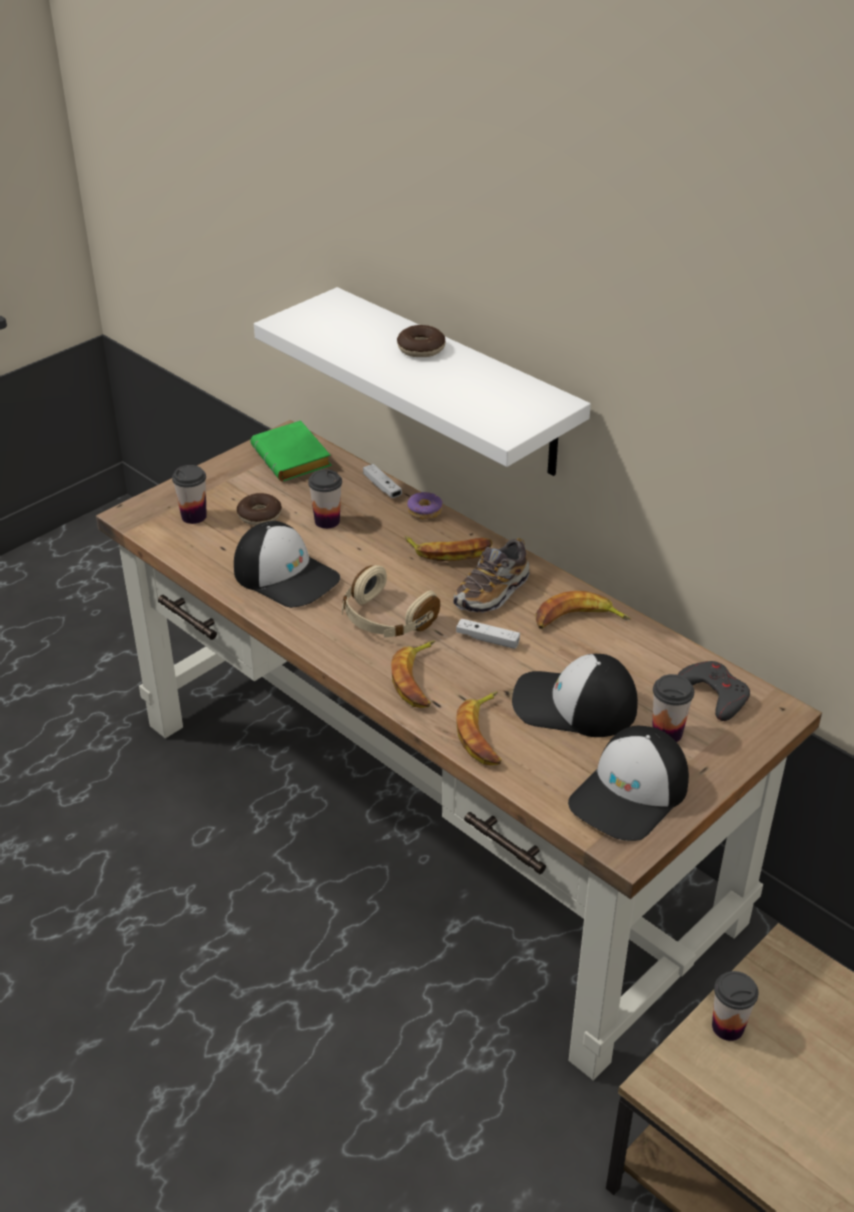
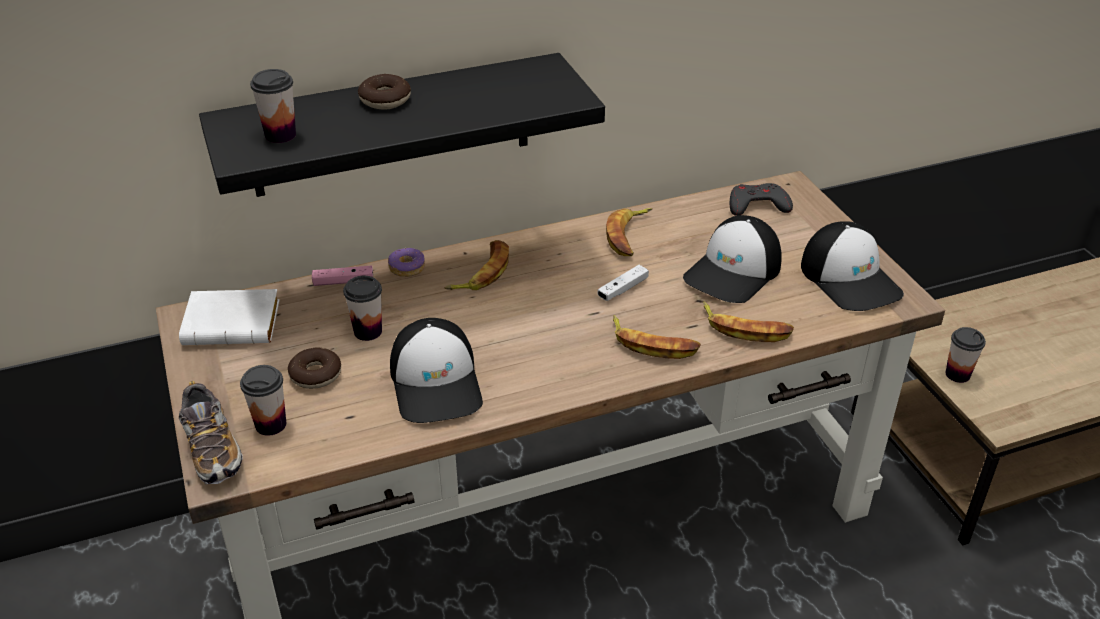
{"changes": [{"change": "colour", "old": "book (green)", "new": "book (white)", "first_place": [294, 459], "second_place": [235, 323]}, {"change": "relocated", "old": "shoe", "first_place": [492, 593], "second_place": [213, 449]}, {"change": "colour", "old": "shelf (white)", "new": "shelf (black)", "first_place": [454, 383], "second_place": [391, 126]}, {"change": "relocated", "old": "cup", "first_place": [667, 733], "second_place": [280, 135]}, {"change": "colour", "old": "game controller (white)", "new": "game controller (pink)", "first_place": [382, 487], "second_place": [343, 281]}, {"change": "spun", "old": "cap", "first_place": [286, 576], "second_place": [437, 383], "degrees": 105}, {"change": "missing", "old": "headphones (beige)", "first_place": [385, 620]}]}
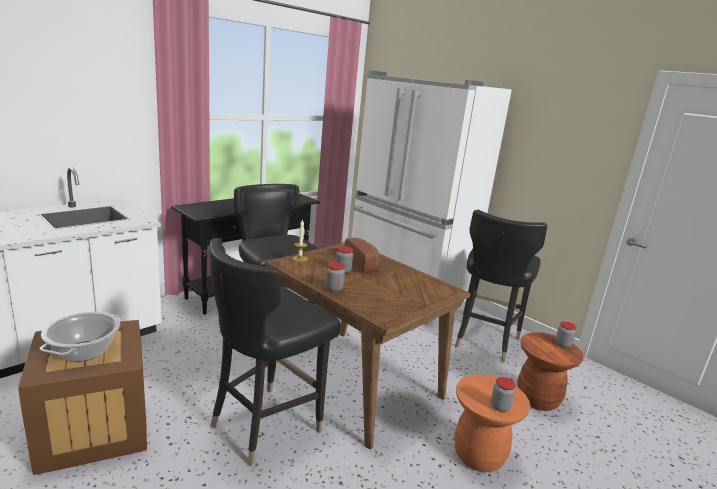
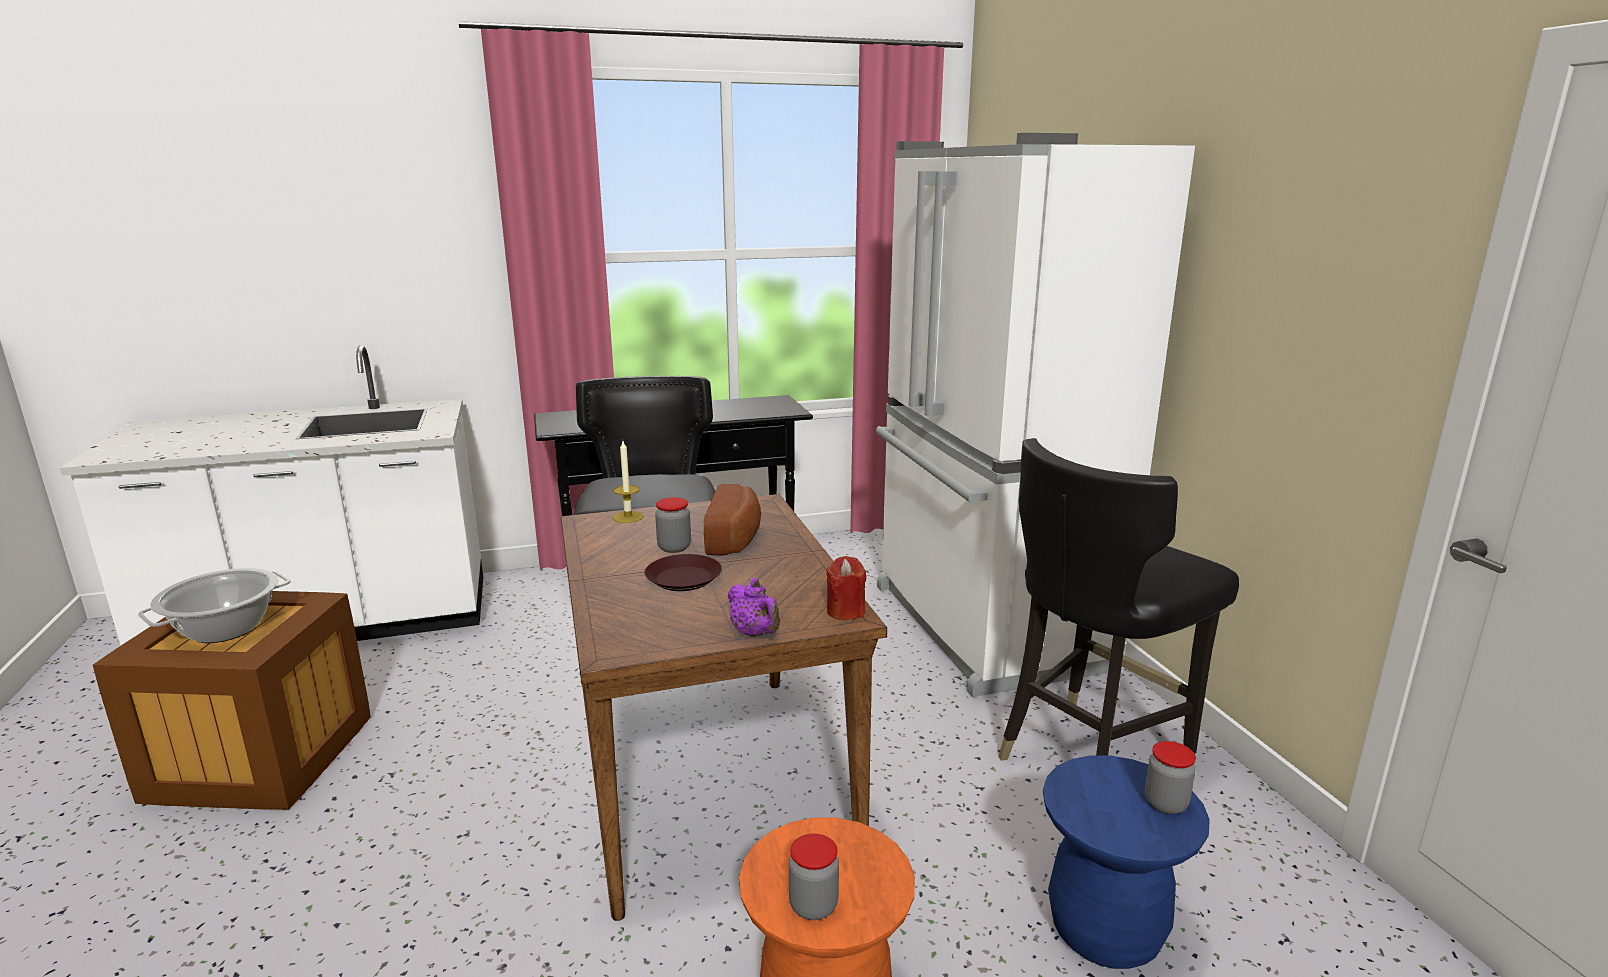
{"changes": [{"change": "appeared", "new": "plate (brown)", "second_place": [683, 579]}, {"change": "appeared", "new": "teapot (purple)", "second_place": [755, 633]}, {"change": "appeared", "new": "candle (red)", "second_place": [845, 611]}, {"change": "colour", "old": "stool (brown)", "new": "stool (blue)", "first_place": [537, 399], "second_place": [1105, 930]}, {"change": "missing", "old": "chair (black)", "first_place": [266, 424]}, {"change": "missing", "old": "jar", "first_place": [334, 289]}]}
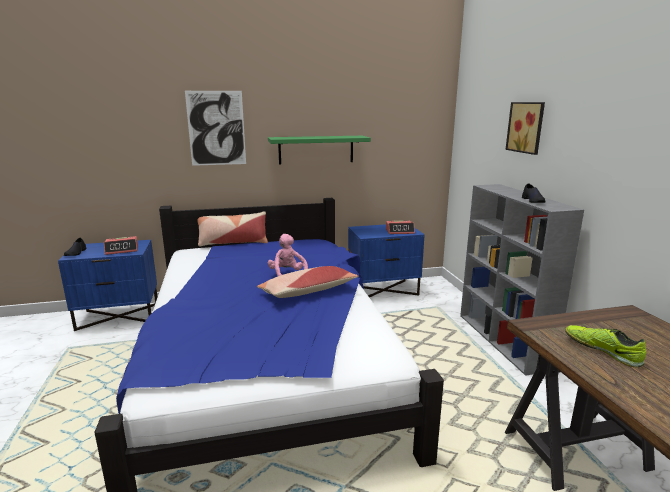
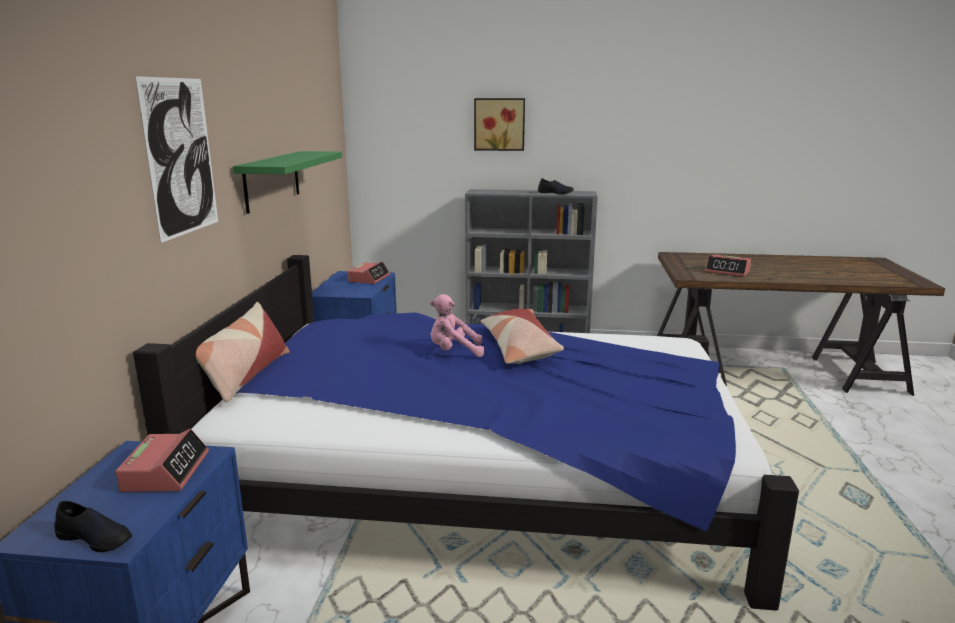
{"changes": [{"change": "exchanged", "old": "shoe", "new": "alarm clock", "first_place": [602, 350], "second_place": [727, 271]}]}
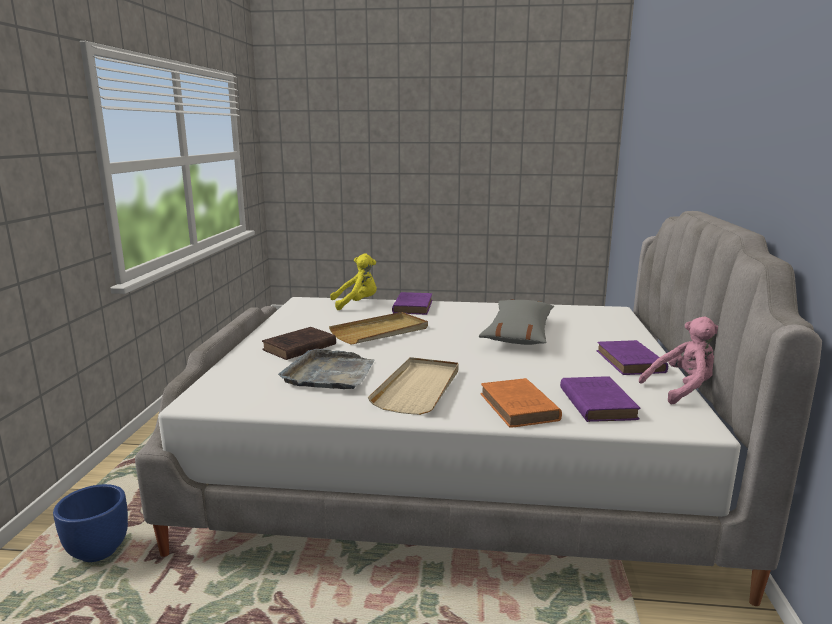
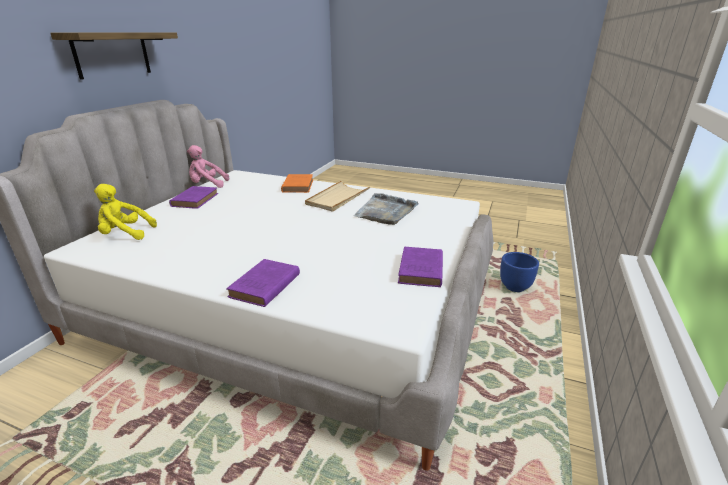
{"changes": [{"change": "appeared", "new": "shelf", "second_place": [112, 54]}, {"change": "relocated", "old": "plush toy (yellow)", "first_place": [357, 304], "second_place": [125, 234]}, {"change": "relocated", "old": "book (purple)", "first_place": [596, 402], "second_place": [421, 271]}, {"change": "missing", "old": "book (brown)", "first_place": [298, 348]}, {"change": "missing", "old": "tray (beige)", "first_place": [380, 331]}, {"change": "missing", "old": "pillow (grey)", "first_place": [519, 333]}]}
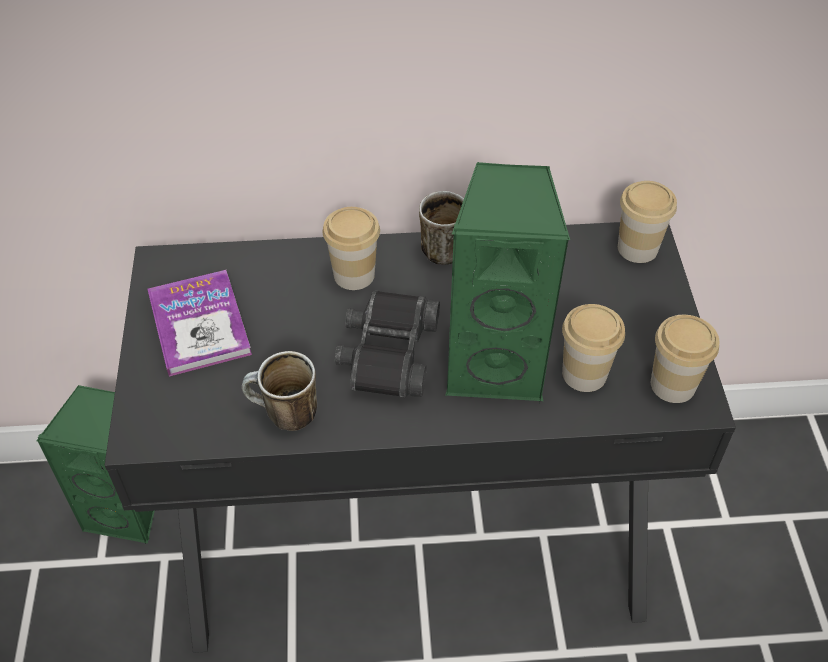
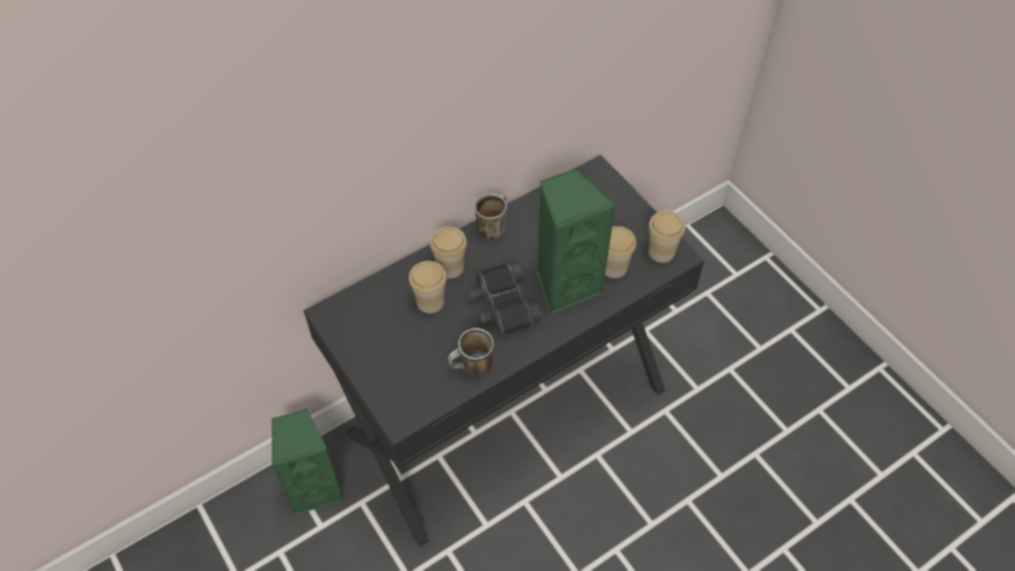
{"changes": [{"change": "relocated", "old": "cup", "first_place": [637, 248], "second_place": [430, 302]}, {"change": "missing", "old": "book", "first_place": [199, 324]}]}
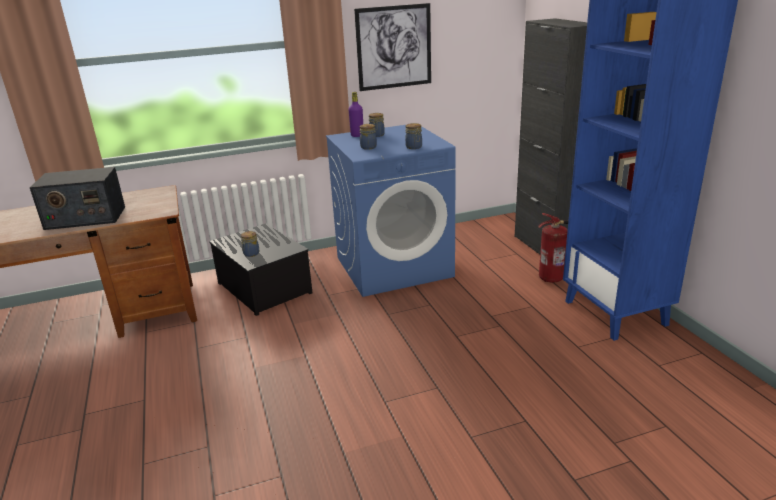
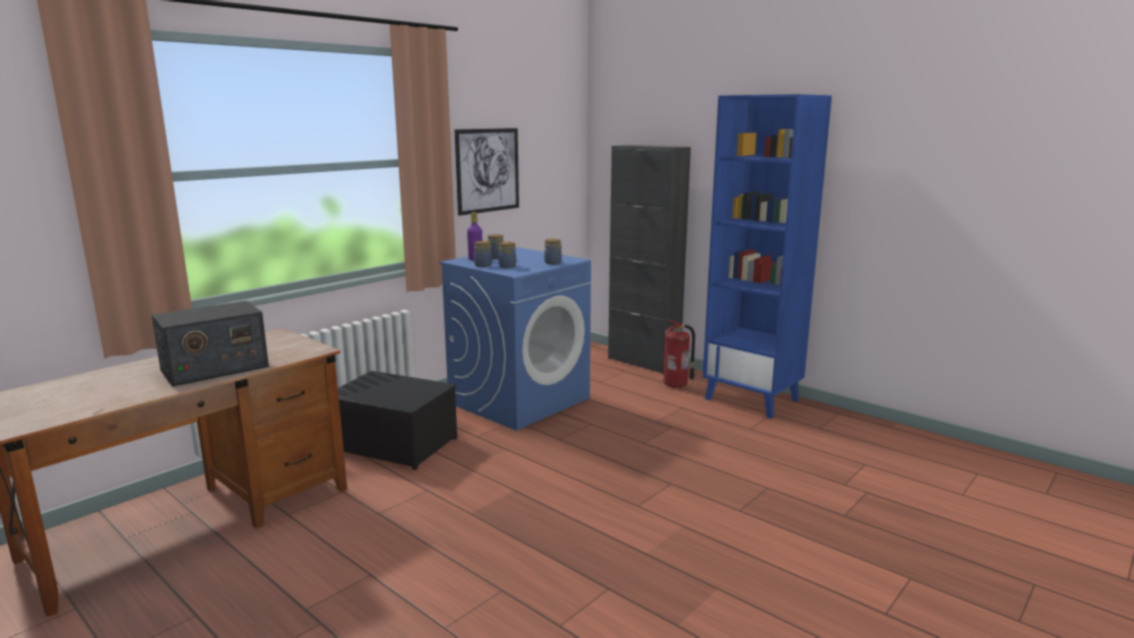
{"changes": [{"change": "relocated", "old": "jar", "first_place": [251, 254], "second_place": [483, 265]}]}
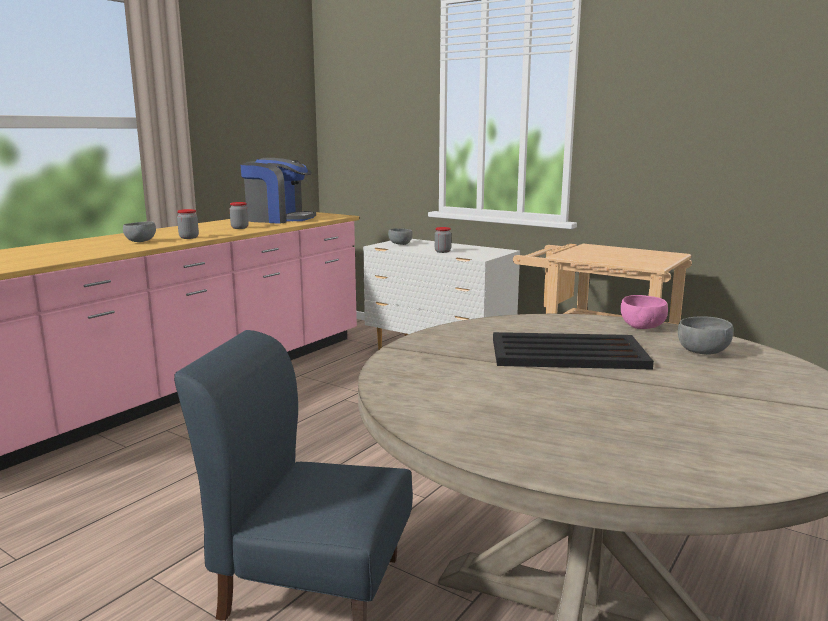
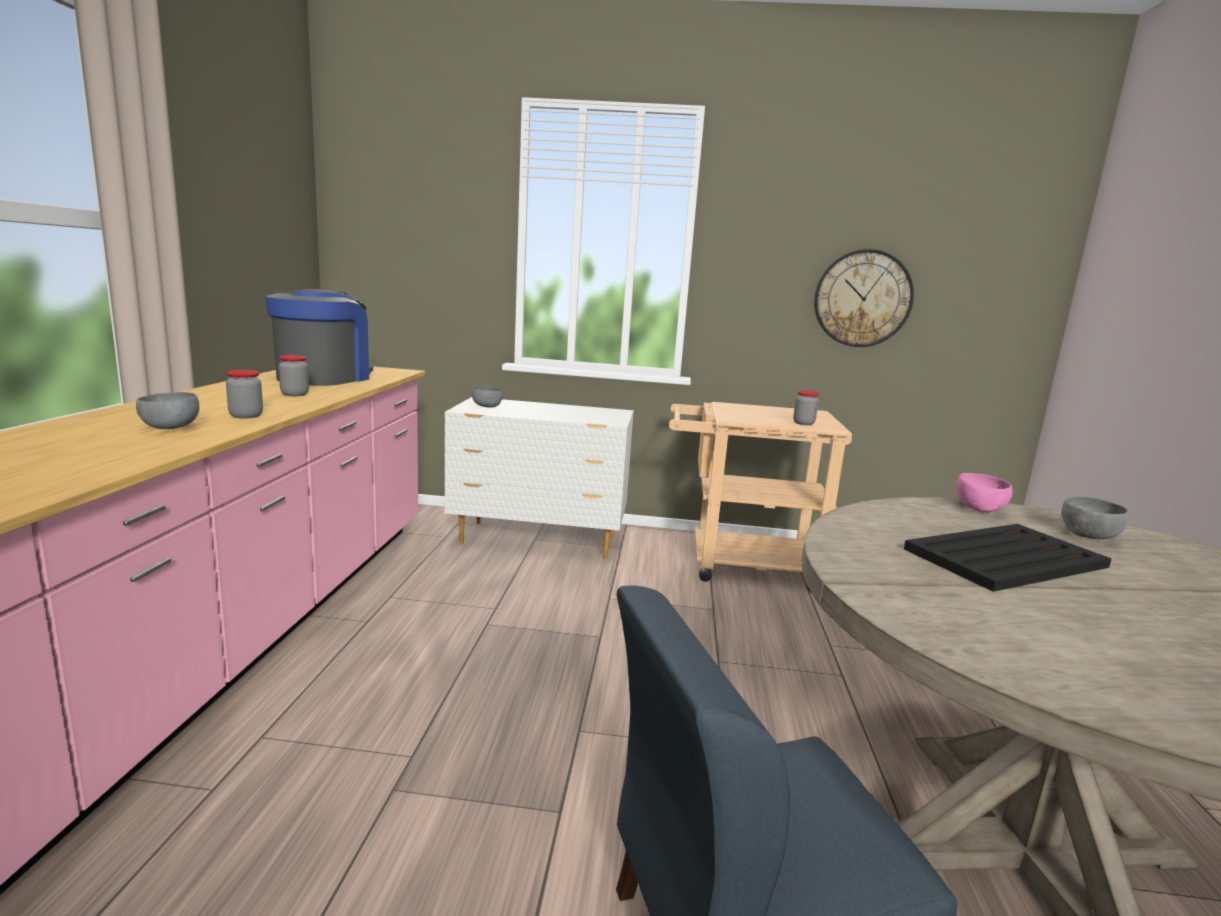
{"changes": [{"change": "spun", "old": "coffee machine", "first_place": [278, 219], "second_place": [324, 378], "degrees": -60}, {"change": "relocated", "old": "jar", "first_place": [442, 251], "second_place": [803, 423]}, {"change": "appeared", "new": "wall clock", "second_place": [862, 298]}]}
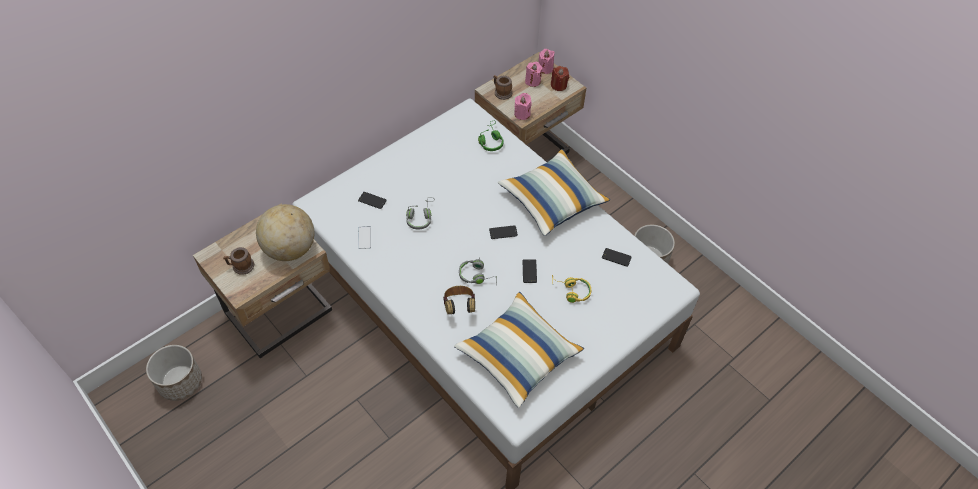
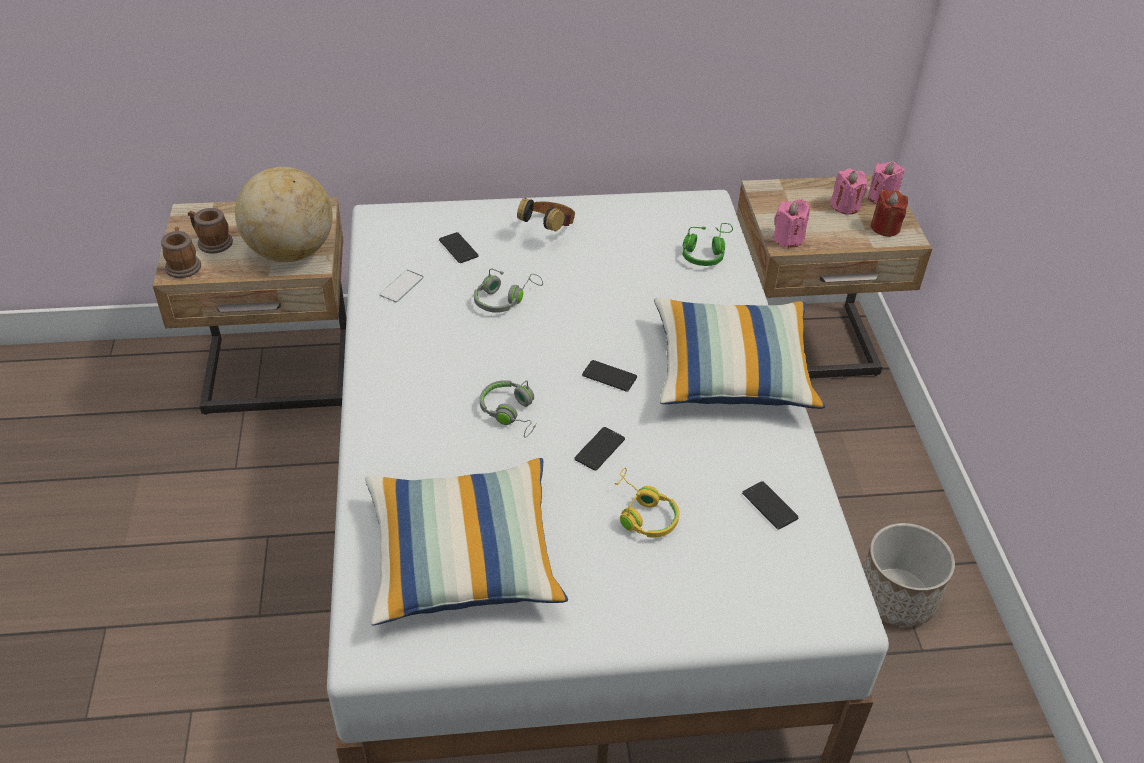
{"changes": [{"change": "relocated", "old": "mug", "first_place": [501, 92], "second_place": [183, 265]}, {"change": "relocated", "old": "headphones", "first_place": [459, 306], "second_place": [548, 231]}, {"change": "missing", "old": "planter", "first_place": [180, 382]}]}
